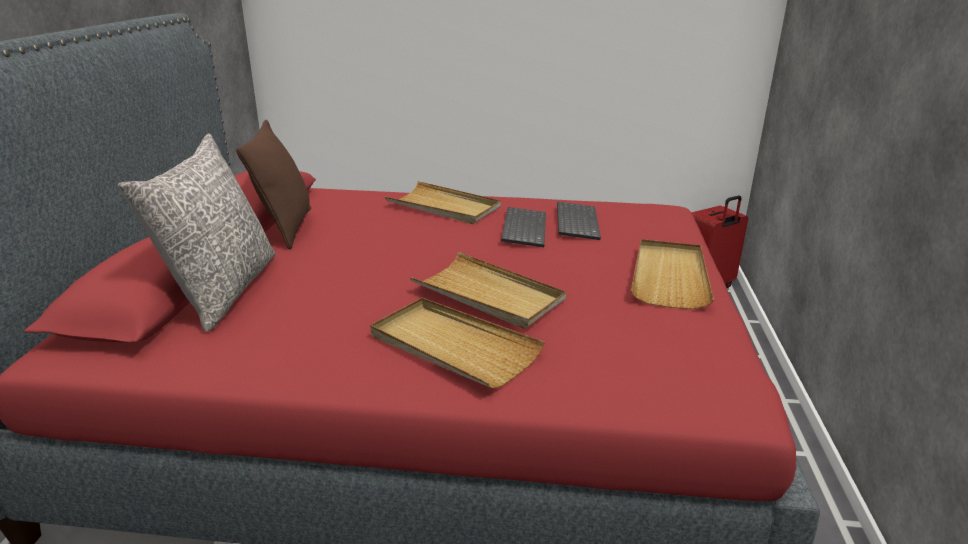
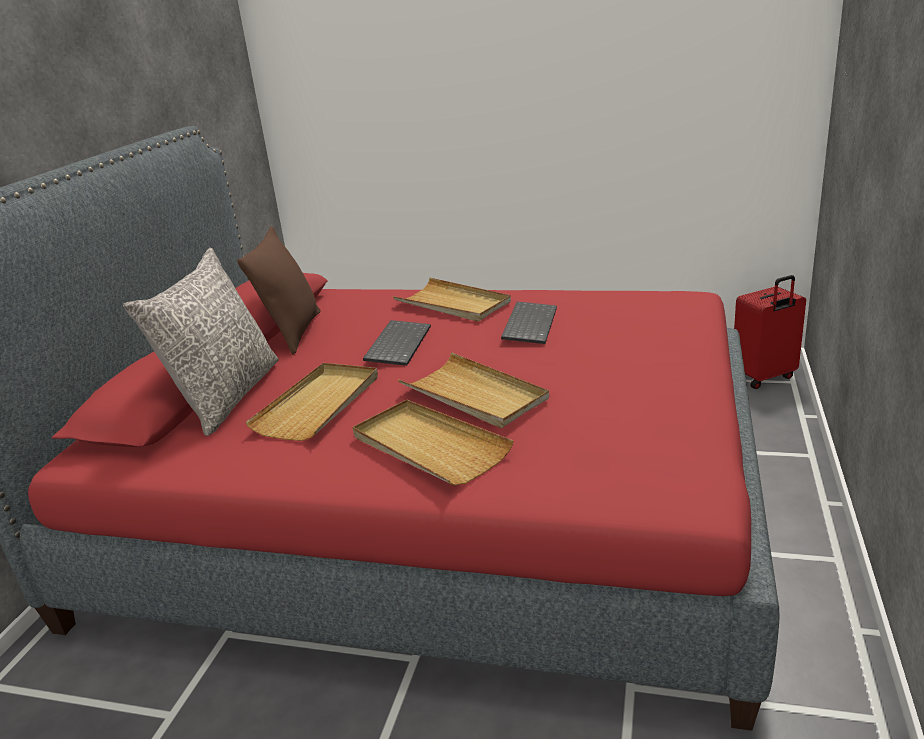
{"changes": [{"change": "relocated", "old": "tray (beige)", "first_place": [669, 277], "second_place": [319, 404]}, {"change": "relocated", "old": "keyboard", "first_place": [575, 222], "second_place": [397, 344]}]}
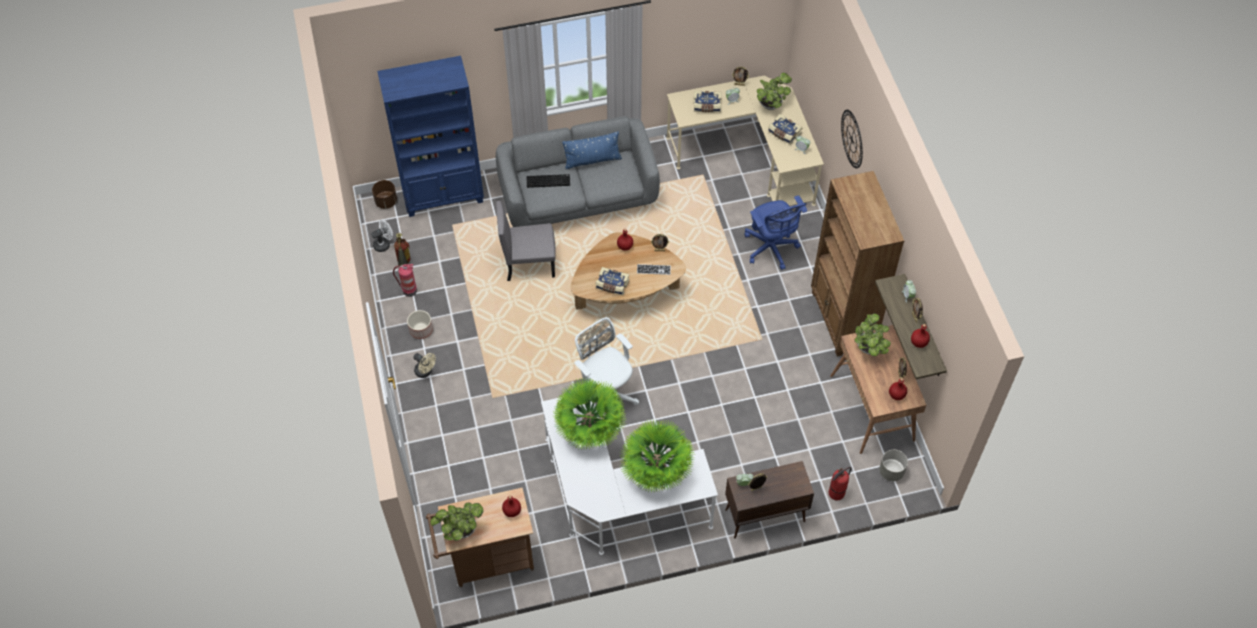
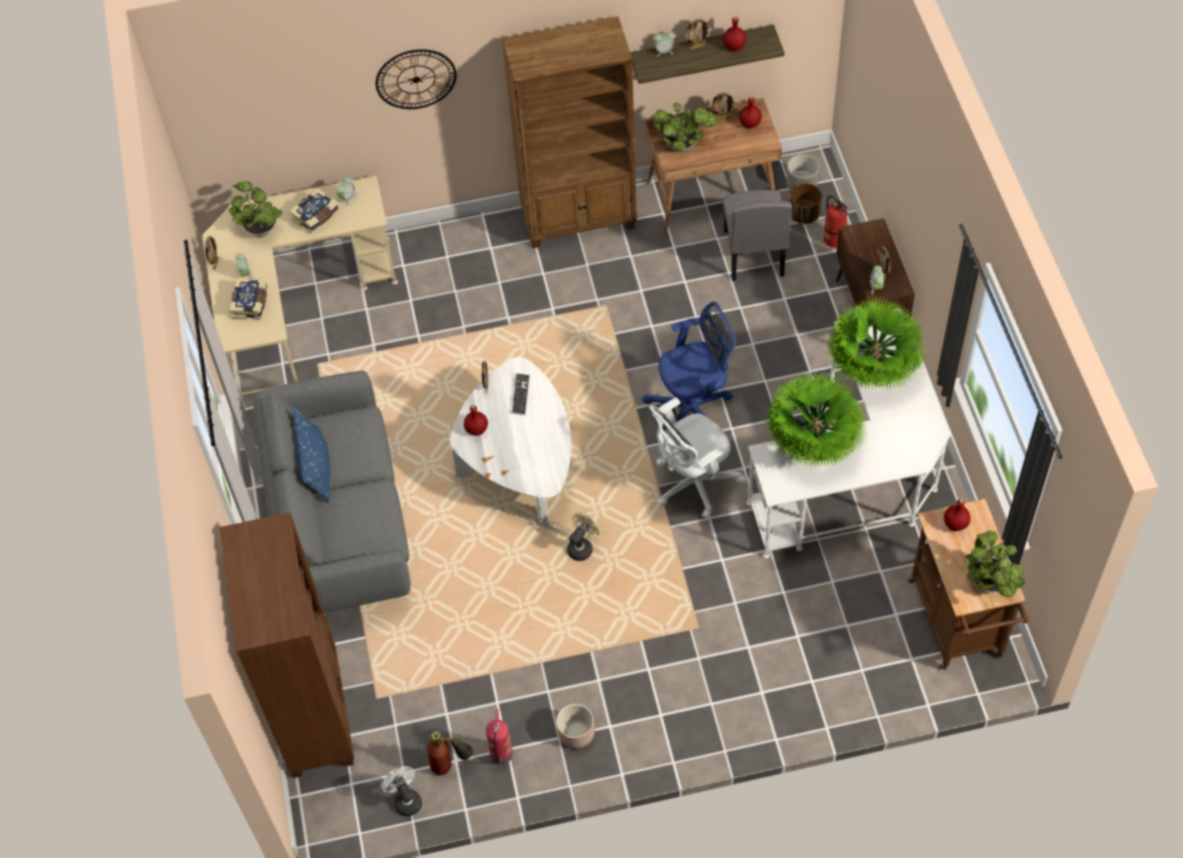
{"changes": [{"change": "colour", "old": "bookcase (blue)", "new": "bookcase (brown)", "first_place": [444, 196], "second_place": [316, 714]}, {"change": "colour", "old": "coffee table (brown)", "new": "coffee table (white)", "first_place": [625, 291], "second_place": [519, 461]}, {"change": "relocated", "old": "fan (beige)", "first_place": [425, 372], "second_place": [582, 546]}, {"change": "relocated", "old": "office chair (blue)", "first_place": [771, 249], "second_place": [693, 409]}, {"change": "relocated", "old": "chair (grey)", "first_place": [529, 263], "second_place": [753, 253]}, {"change": "relocated", "old": "planter (brown)", "first_place": [386, 202], "second_place": [804, 214]}, {"change": "missing", "old": "keyboard", "first_place": [548, 180]}, {"change": "missing", "old": "book", "first_place": [612, 285]}]}
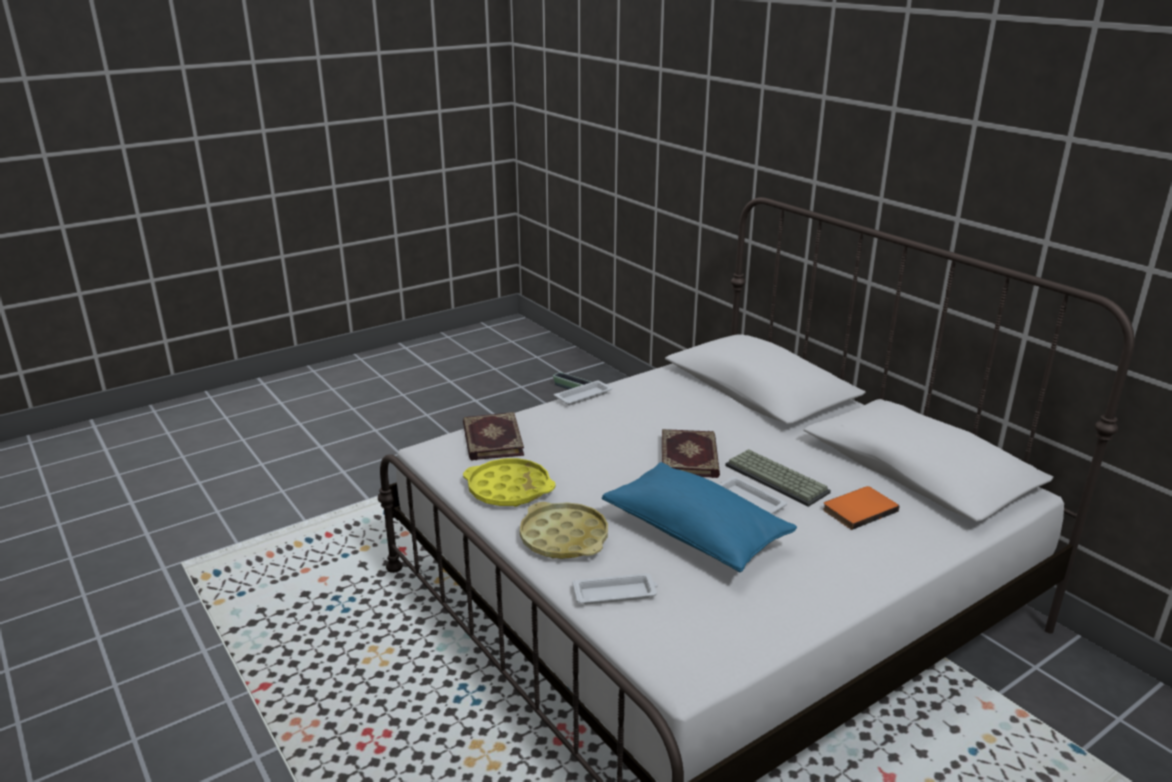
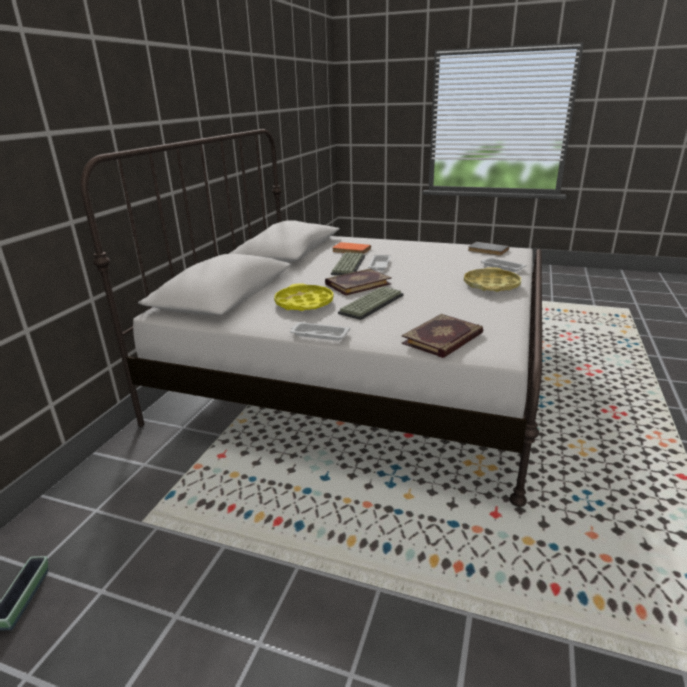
{"changes": [{"change": "relocated", "old": "tray (yellow)", "first_place": [509, 489], "second_place": [304, 303]}, {"change": "appeared", "new": "keyboard", "second_place": [371, 303]}, {"change": "appeared", "new": "book (grey)", "second_place": [487, 250]}, {"change": "missing", "old": "pillow (blue)", "first_place": [695, 534]}]}
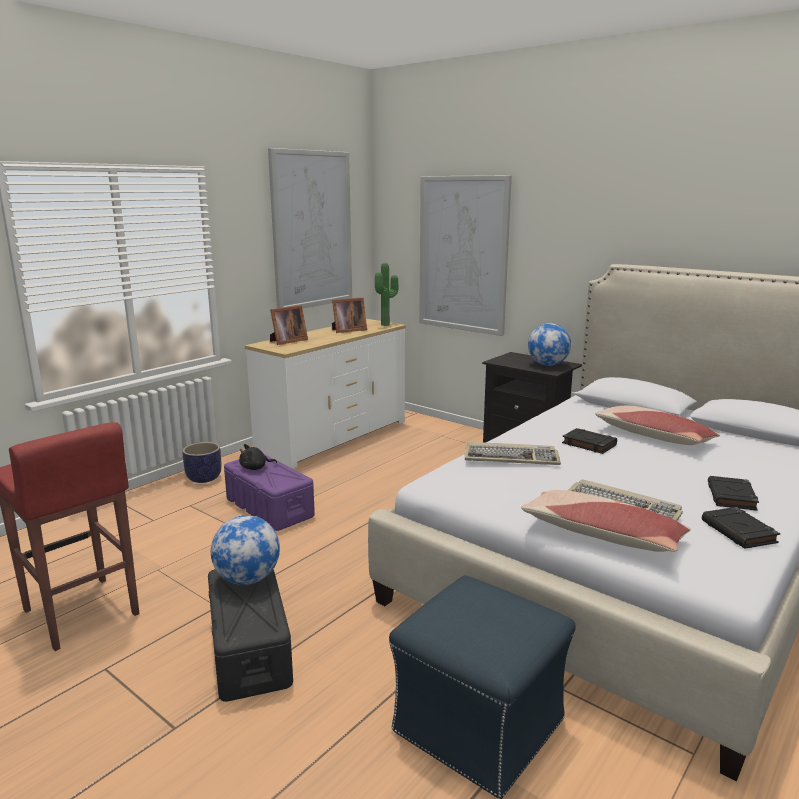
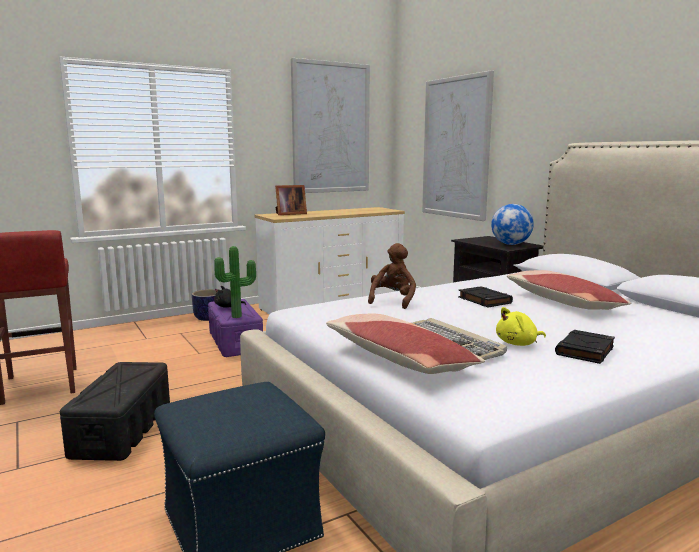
{"changes": [{"change": "relocated", "old": "potted plant", "first_place": [387, 325], "second_place": [237, 317]}, {"change": "exchanged", "old": "keyboard", "new": "plush toy (brown)", "first_place": [511, 457], "second_place": [392, 300]}, {"change": "appeared", "new": "plush toy (yellow)", "second_place": [518, 343]}, {"change": "missing", "old": "globe", "first_place": [247, 579]}, {"change": "missing", "old": "picture frame", "first_place": [347, 330]}, {"change": "missing", "old": "book (black)", "first_place": [739, 532]}]}
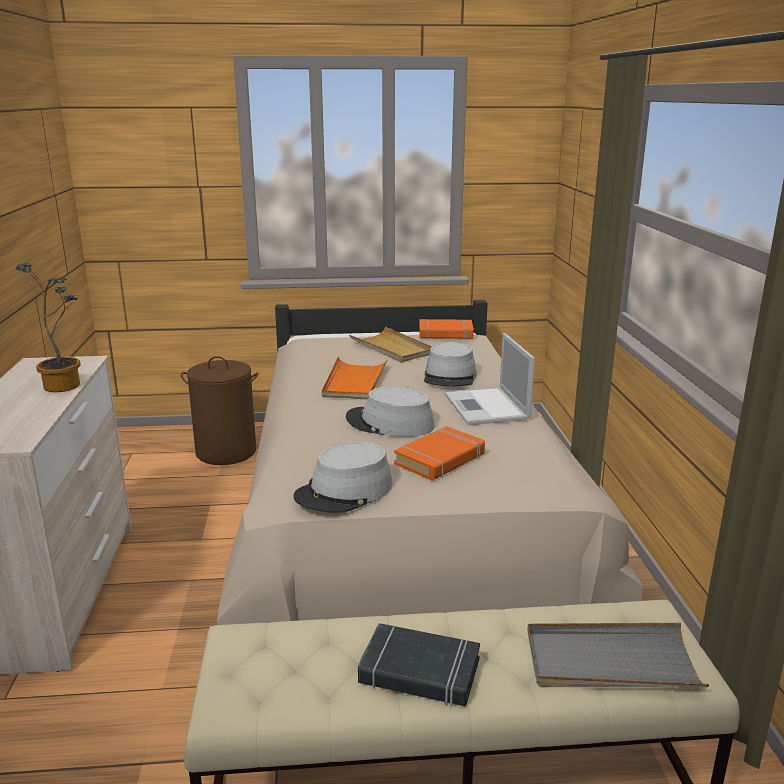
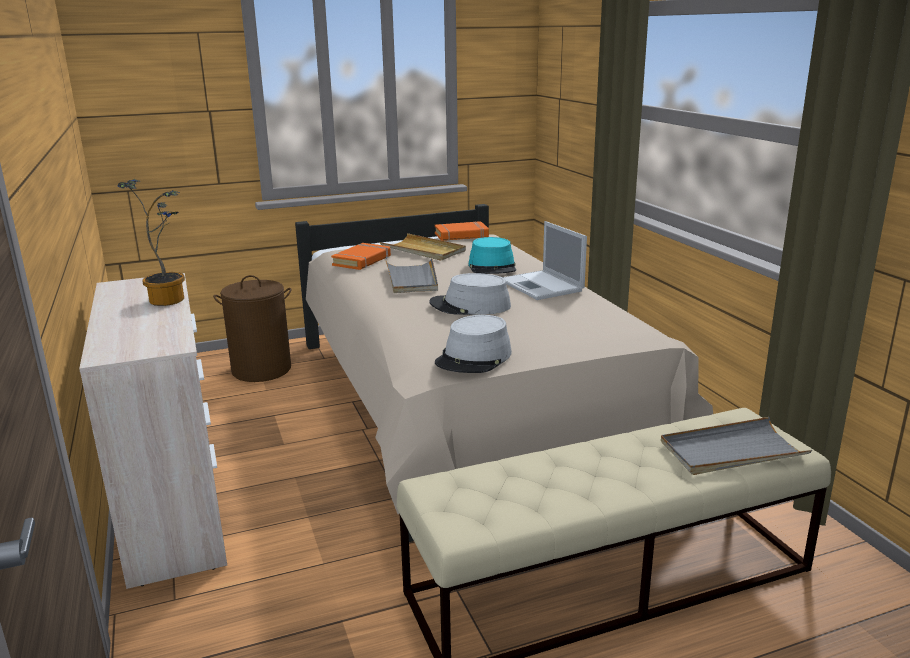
{"changes": [{"change": "relocated", "old": "book (orange)", "first_place": [440, 459], "second_place": [362, 261]}, {"change": "colour", "old": "tray (orange)", "new": "tray (grey)", "first_place": [354, 382], "second_place": [412, 279]}, {"change": "colour", "old": "hat (grey)", "new": "hat (turquoise)", "first_place": [450, 376], "second_place": [492, 267]}, {"change": "missing", "old": "book (black)", "first_place": [419, 672]}]}
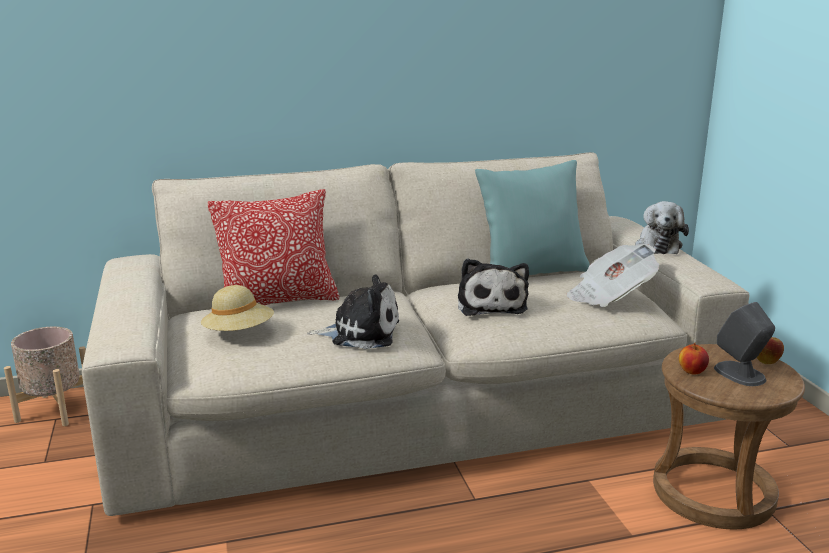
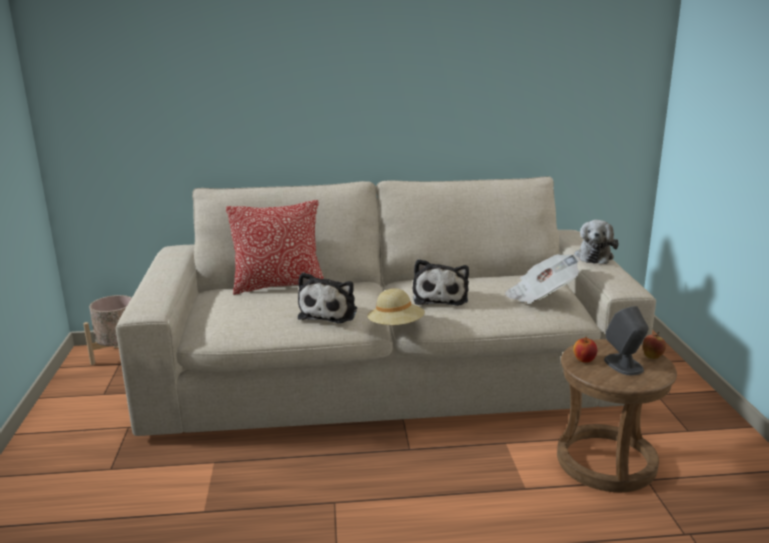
{"changes": [{"change": "spun", "old": "plush toy", "first_place": [361, 333], "second_place": [330, 313], "degrees": 90}, {"change": "relocated", "old": "hat (beige)", "first_place": [239, 333], "second_place": [396, 327]}, {"change": "missing", "old": "pillow (turquoise)", "first_place": [531, 274]}]}
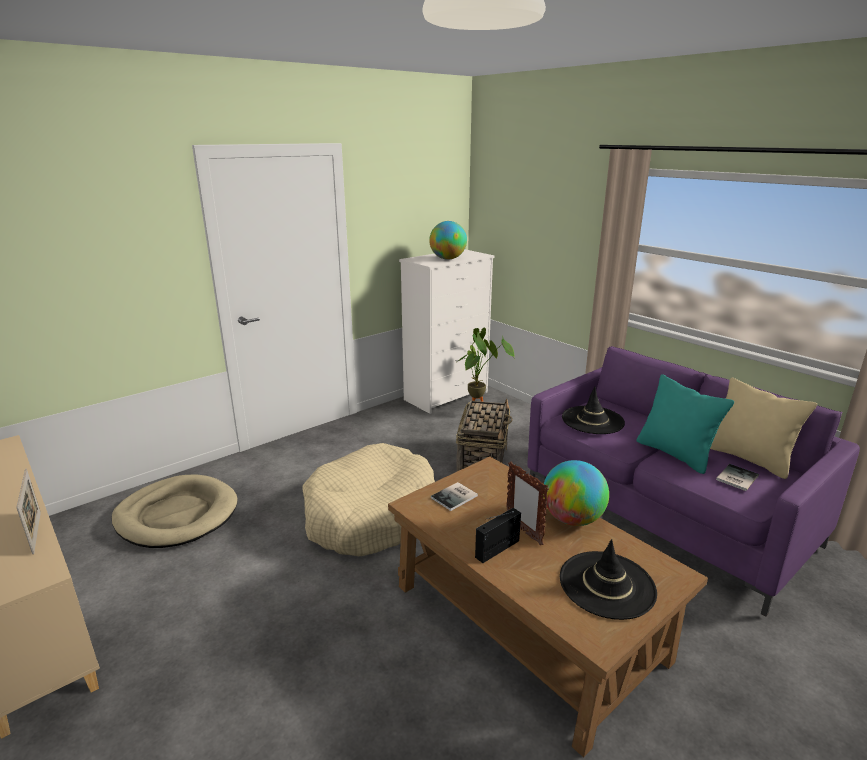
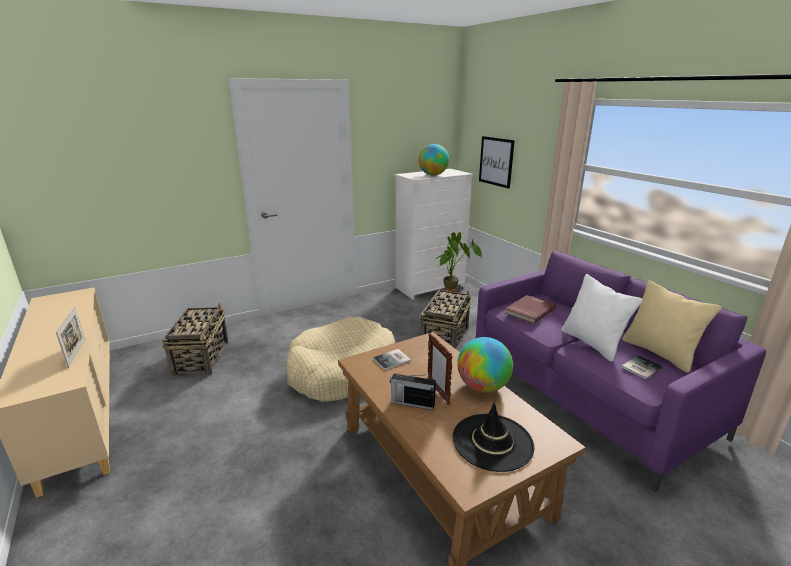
{"changes": [{"change": "exchanged", "old": "dog bed (beige)", "new": "basket", "first_place": [177, 515], "second_place": [201, 357]}, {"change": "spun", "old": "radio", "first_place": [498, 548], "second_place": [412, 403], "degrees": -135}, {"change": "appeared", "new": "picture", "second_place": [496, 161]}, {"change": "exchanged", "old": "hat (black)", "new": "book (red)", "first_place": [592, 420], "second_place": [529, 310]}, {"change": "colour", "old": "pillow (turquoise)", "new": "pillow (white)", "first_place": [675, 454], "second_place": [592, 343]}]}
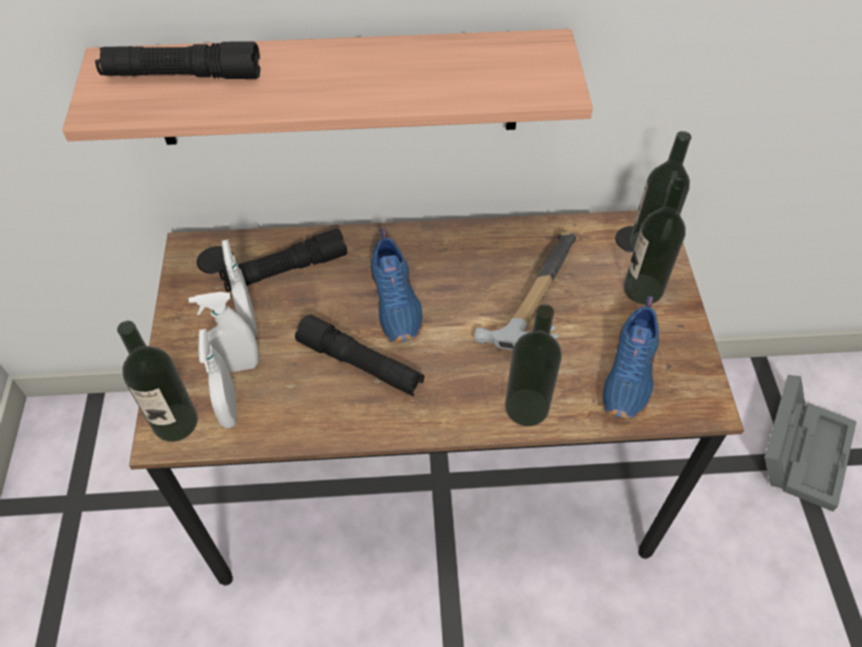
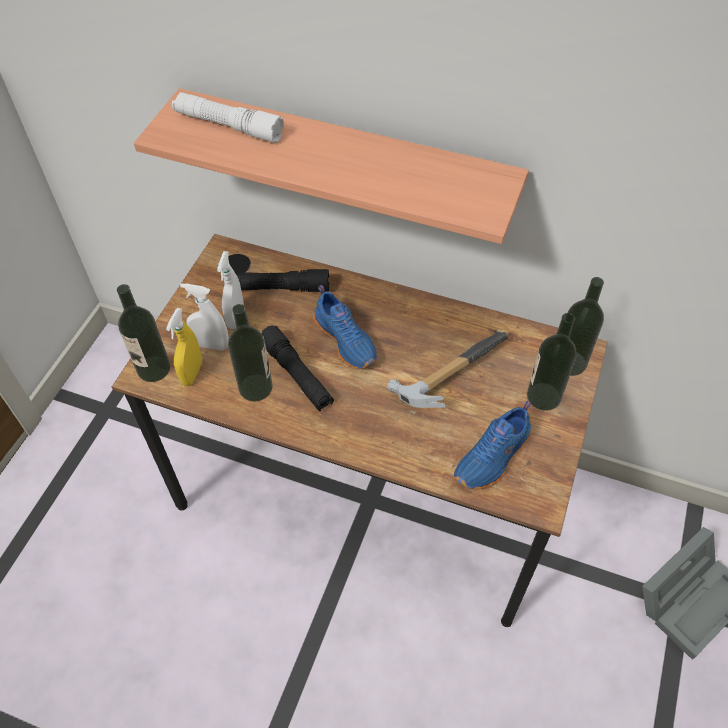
{"changes": [{"change": "colour", "old": "spray bottle (white)", "new": "spray bottle (yellow)", "first_place": [229, 409], "second_place": [192, 373]}, {"change": "colour", "old": "flashlight (black)", "new": "flashlight (white)", "first_place": [183, 75], "second_place": [228, 126]}, {"change": "relocated", "old": "bottle", "first_place": [527, 407], "second_place": [255, 387]}, {"change": "spun", "old": "shoe (blue)", "first_place": [397, 303], "second_place": [346, 340], "degrees": -45}]}
